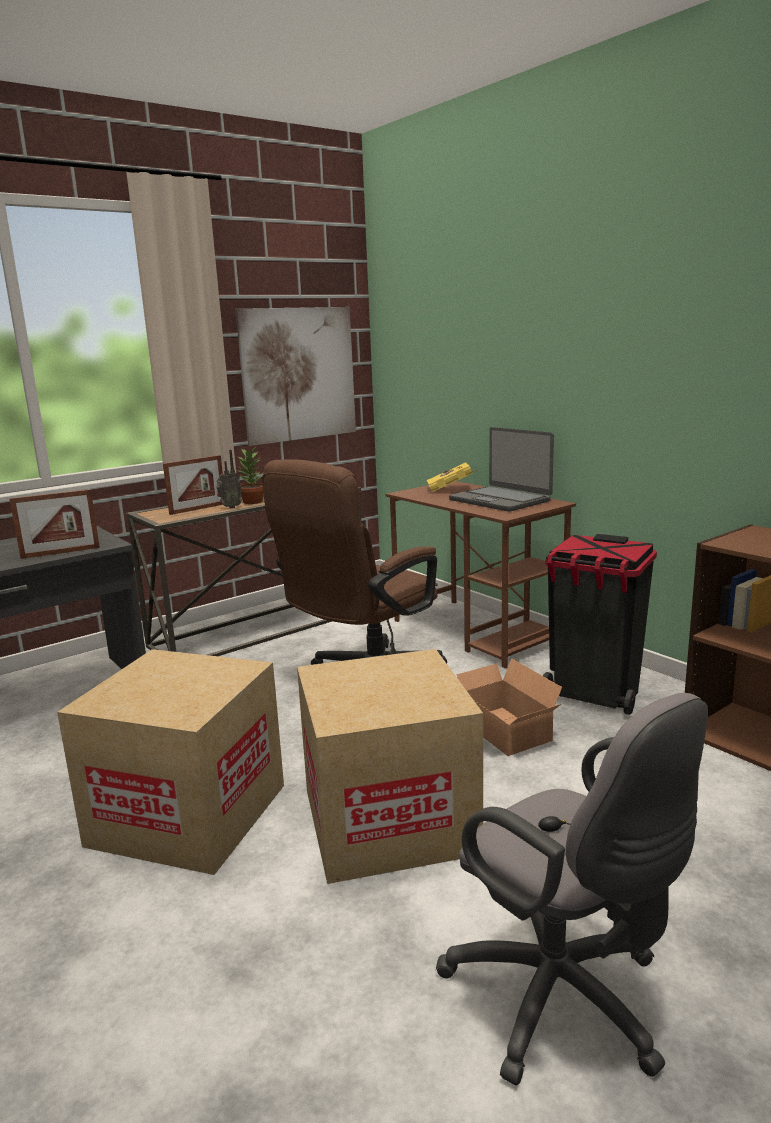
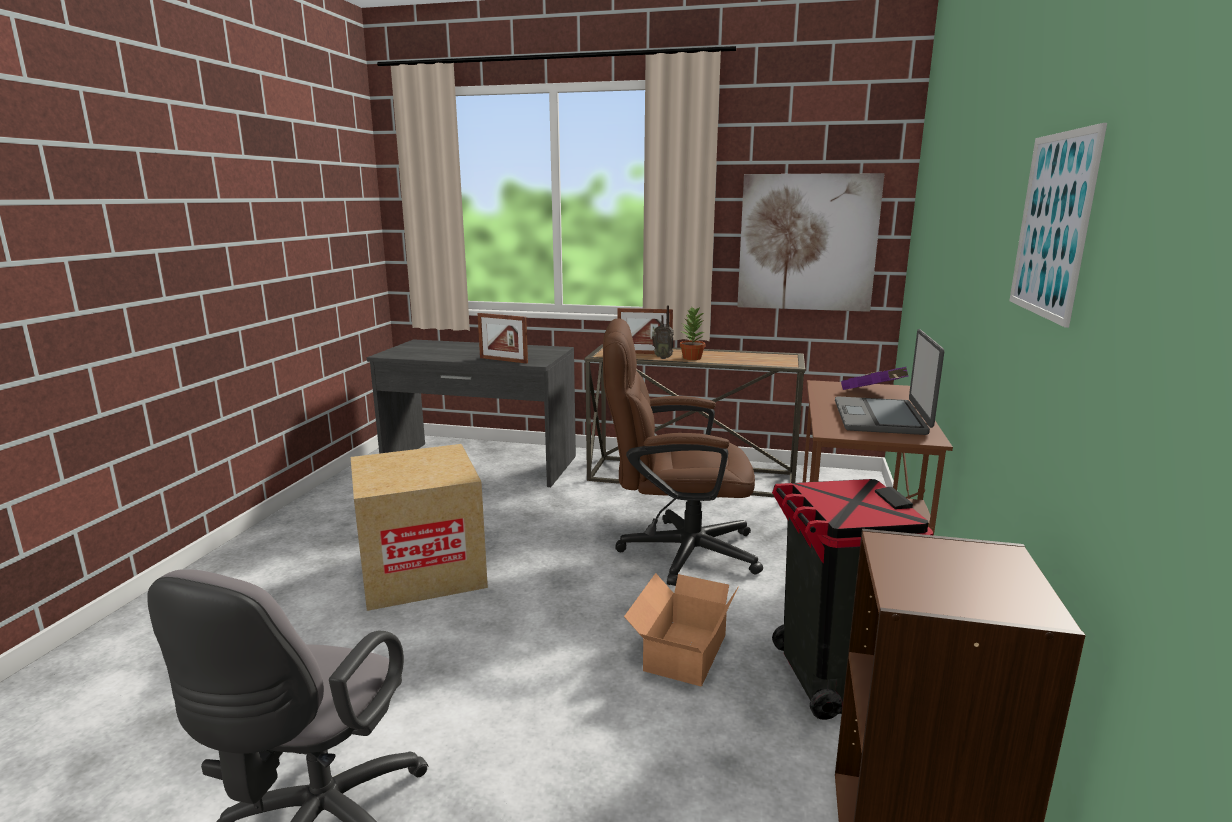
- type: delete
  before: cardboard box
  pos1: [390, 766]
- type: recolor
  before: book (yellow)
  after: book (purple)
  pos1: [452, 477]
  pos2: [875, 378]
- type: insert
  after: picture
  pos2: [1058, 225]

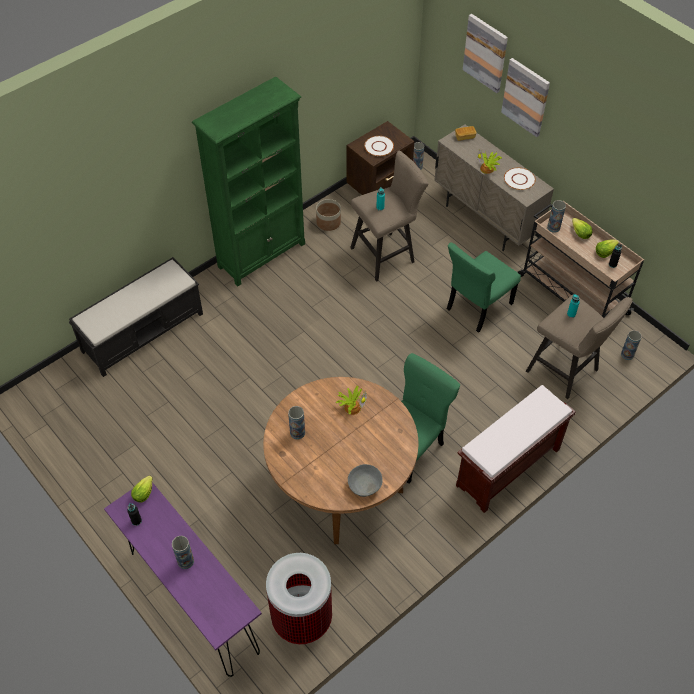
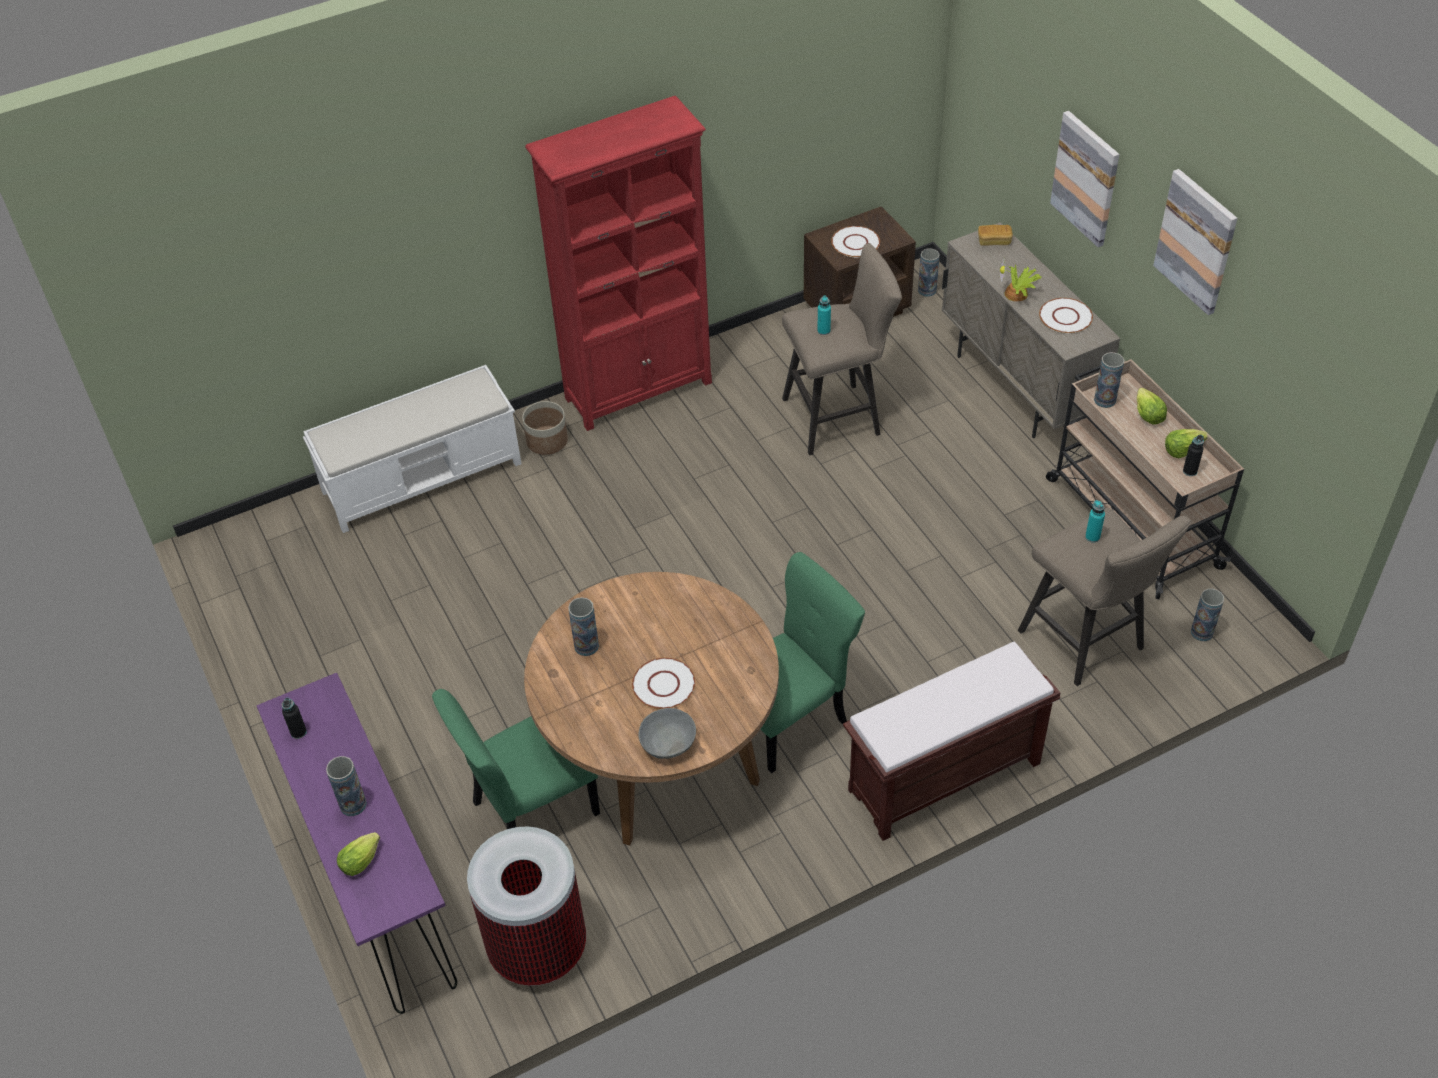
- type: recolor
  before: bench (black)
  after: bench (white)
  pos1: [136, 317]
  pos2: [412, 449]
- type: move
  before: lettuce
  pos1: [142, 489]
  pos2: [358, 854]
- type: recolor
  before: bookcase (green)
  after: bookcase (red)
  pos1: [248, 181]
  pos2: [618, 263]
- type: move
  before: planter
  pos1: [328, 215]
  pos2: [545, 428]
- type: delete
  before: potted plant
  pos1: [351, 400]
- type: move
  before: chair (green)
  pos1: [484, 287]
  pos2: [516, 759]
- type: move
  before: picture
  pos1: [485, 53]
  pos2: [1195, 242]
- type: insert
  after: plate (white)
  pos2: [663, 683]

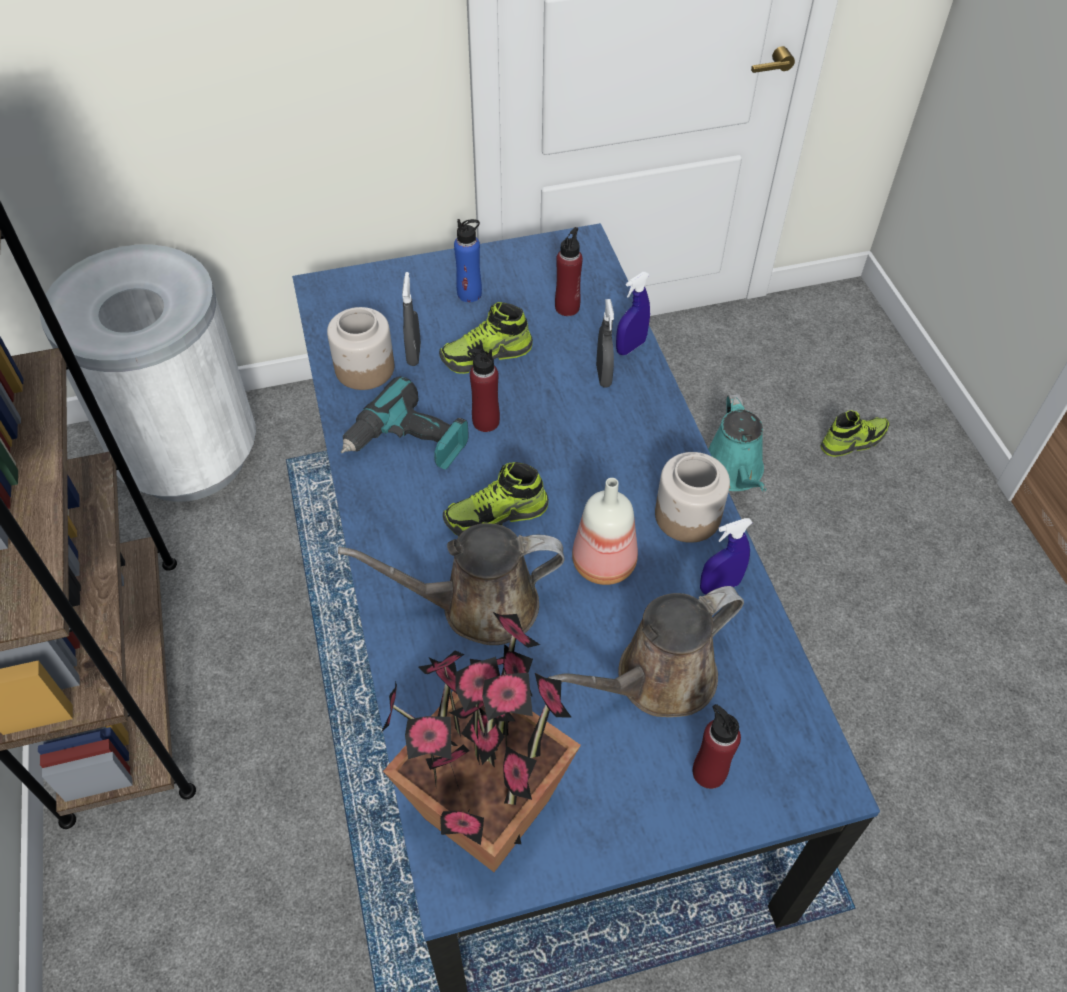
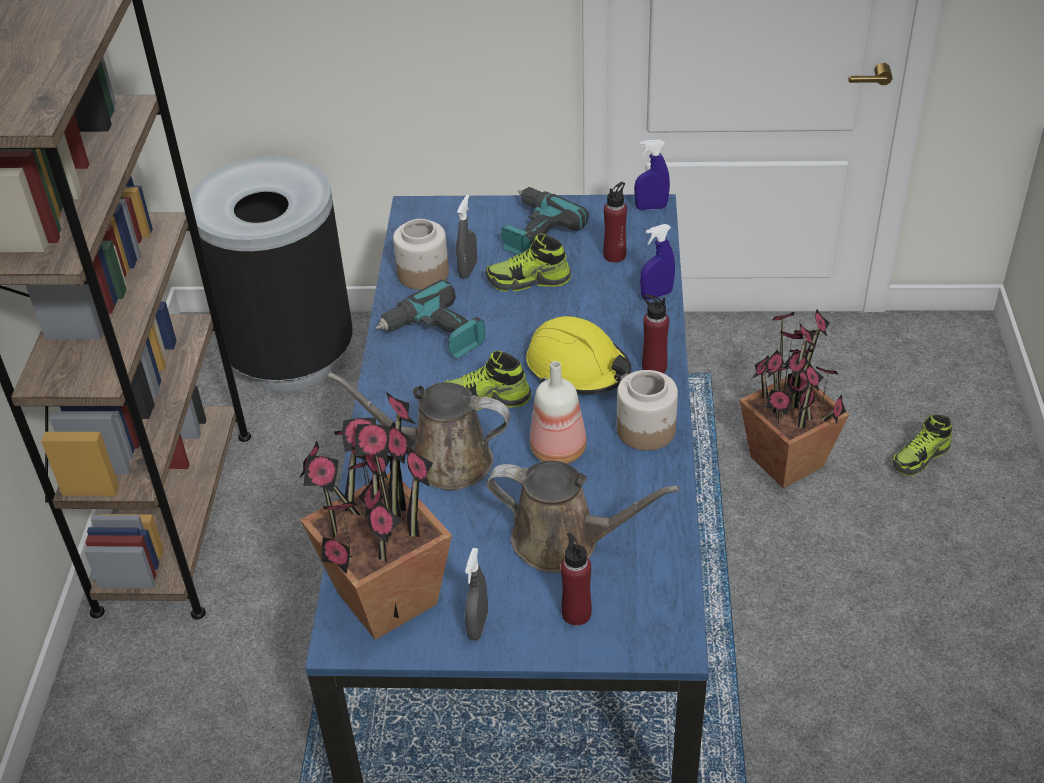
- type: recolor
  before: trash can (white)
  after: trash can (black)
  pos1: [148, 373]
  pos2: [271, 273]
- type: replace
  before: bottle (blue)
  after: power drill
  pos1: [468, 260]
  pos2: [545, 221]
- type: move
  before: bottle (red)
  pos1: [484, 390]
  pos2: [655, 334]
- type: rotate
  before: watering can (brown)
  pos1: [646, 651]
  pos2: [583, 517]
  turn: -150
- type: move
  before: spray bottle (grey)
  pos1: [605, 343]
  pos2: [476, 594]
- type: move
  before: spray bottle (blue)
  pos1: [726, 556]
  pos2: [652, 175]
- type: replace
  before: watering can (turquoise)
  after: potted plant
  pos1: [737, 442]
  pos2: [795, 398]
- type: rotate
  before: shoe
  pos1: [855, 433]
  pos2: [922, 445]
  turn: 150
- type: insert
  after: hard hat (yellow)
  pos2: [578, 355]

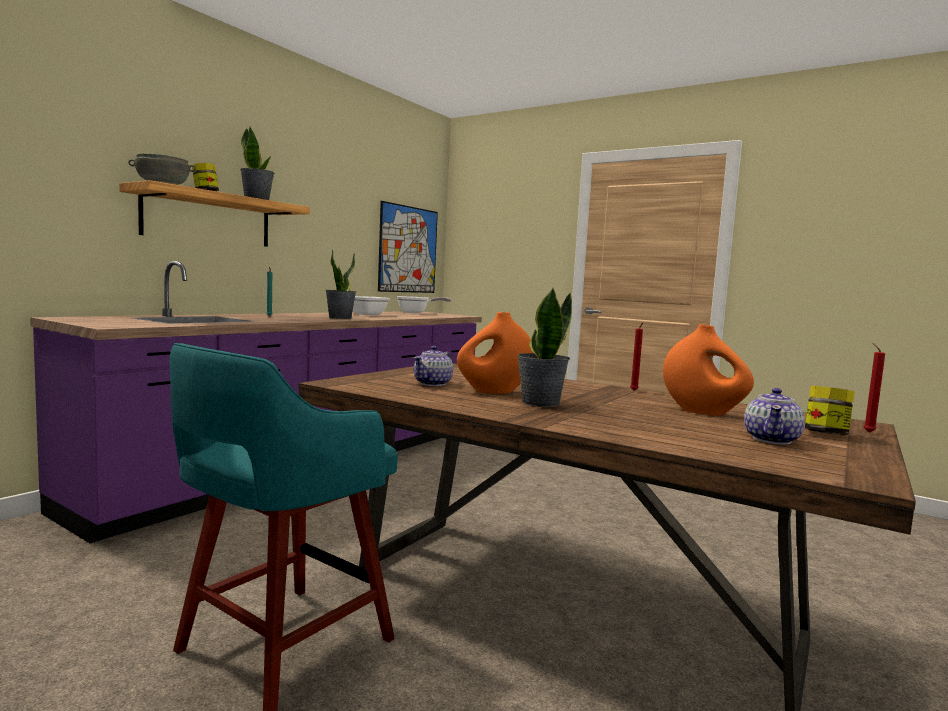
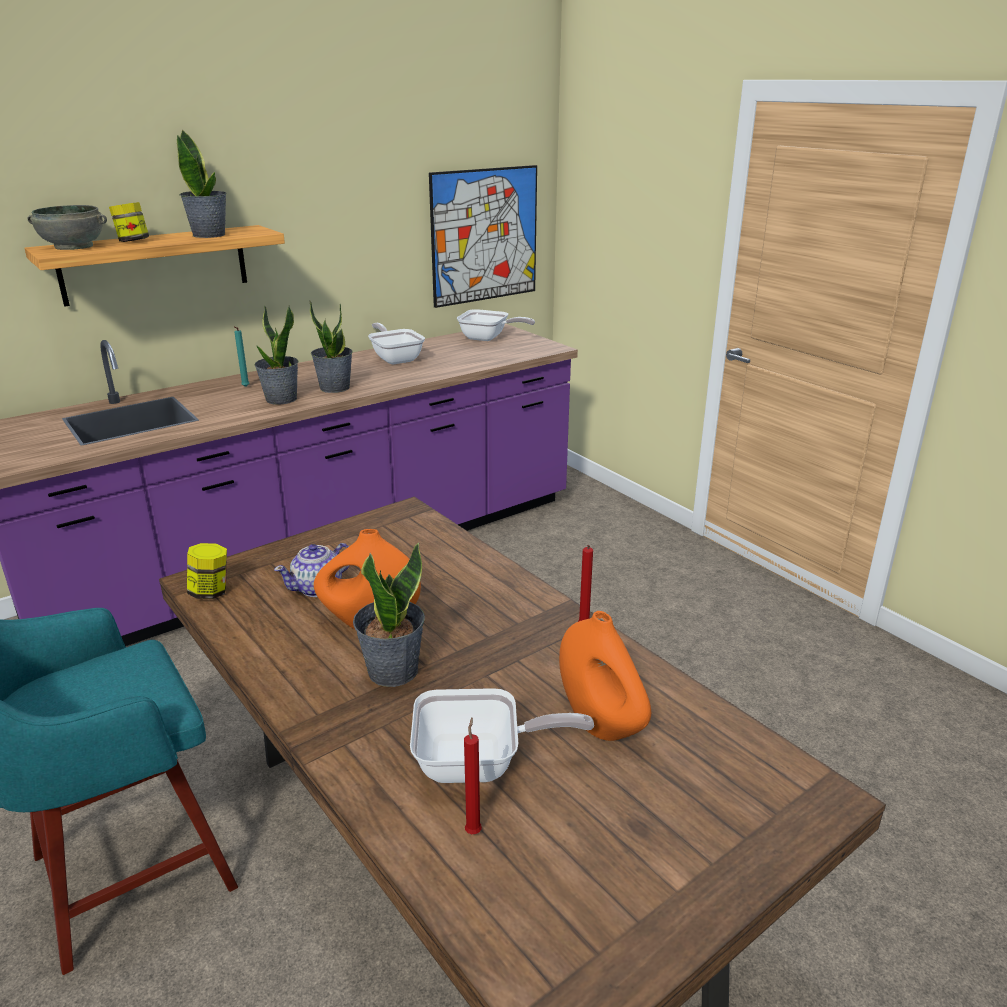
- type: delete
  before: teapot
  pos1: [774, 416]
- type: move
  before: jar
  pos1: [830, 410]
  pos2: [207, 571]
- type: move
  before: candle (red)
  pos1: [874, 388]
  pos2: [473, 775]
- type: insert
  after: potted plant
  pos2: [276, 355]
- type: insert
  after: frying pan
  pos2: [502, 735]

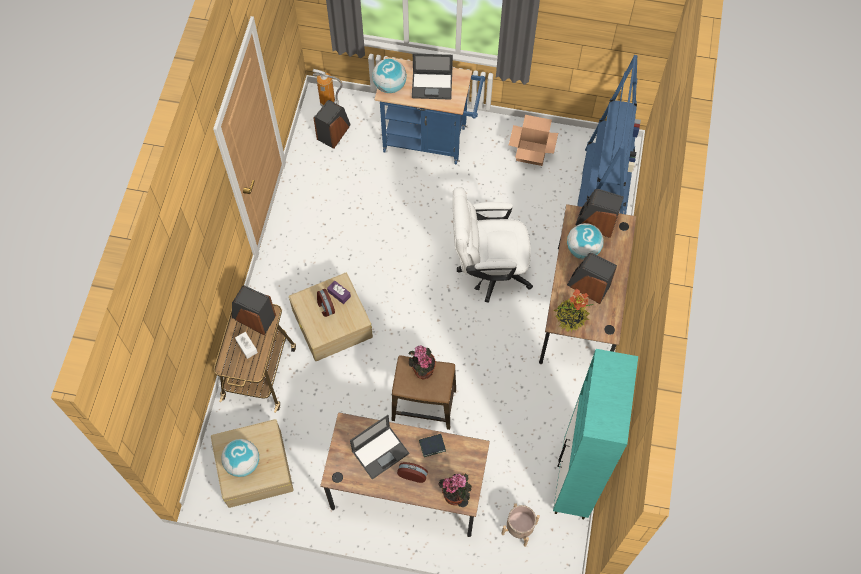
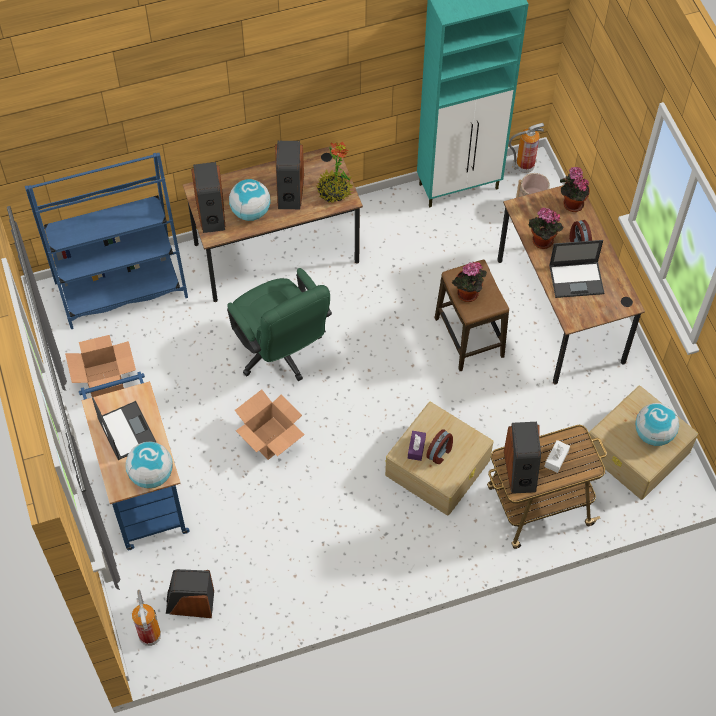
- type: rotate
  before: laptop
  pos1: [379, 447]
  pos2: [576, 269]
  turn: 150
- type: replace
  before: book
  after: potted plant
  pos1: [432, 445]
  pos2: [546, 228]
- type: recolor
  before: office chair (white)
  after: office chair (green)
  pos1: [493, 245]
  pos2: [279, 324]
- type: insert
  after: cardboard box
  pos2: [270, 424]
- type: insert
  after: fire extinguisher
  pos2: [526, 148]

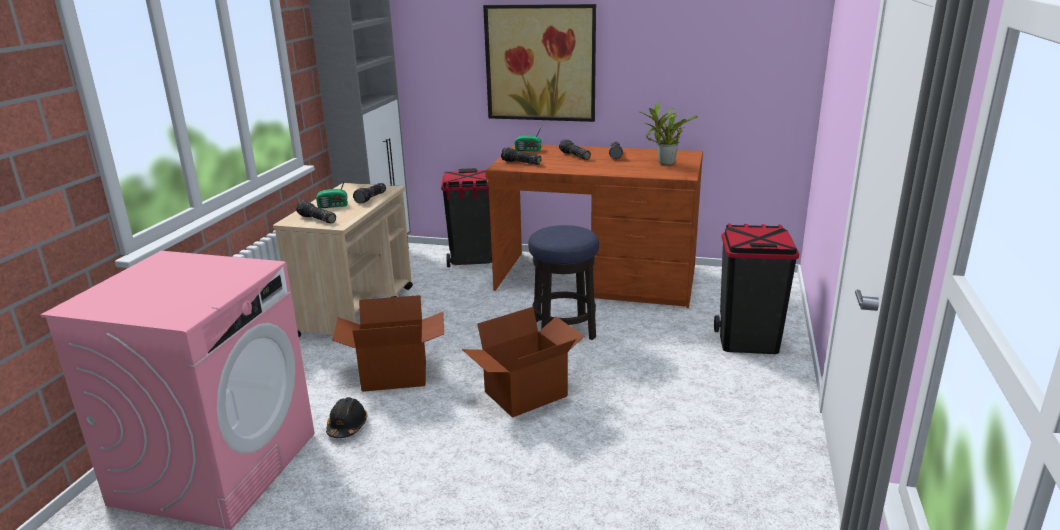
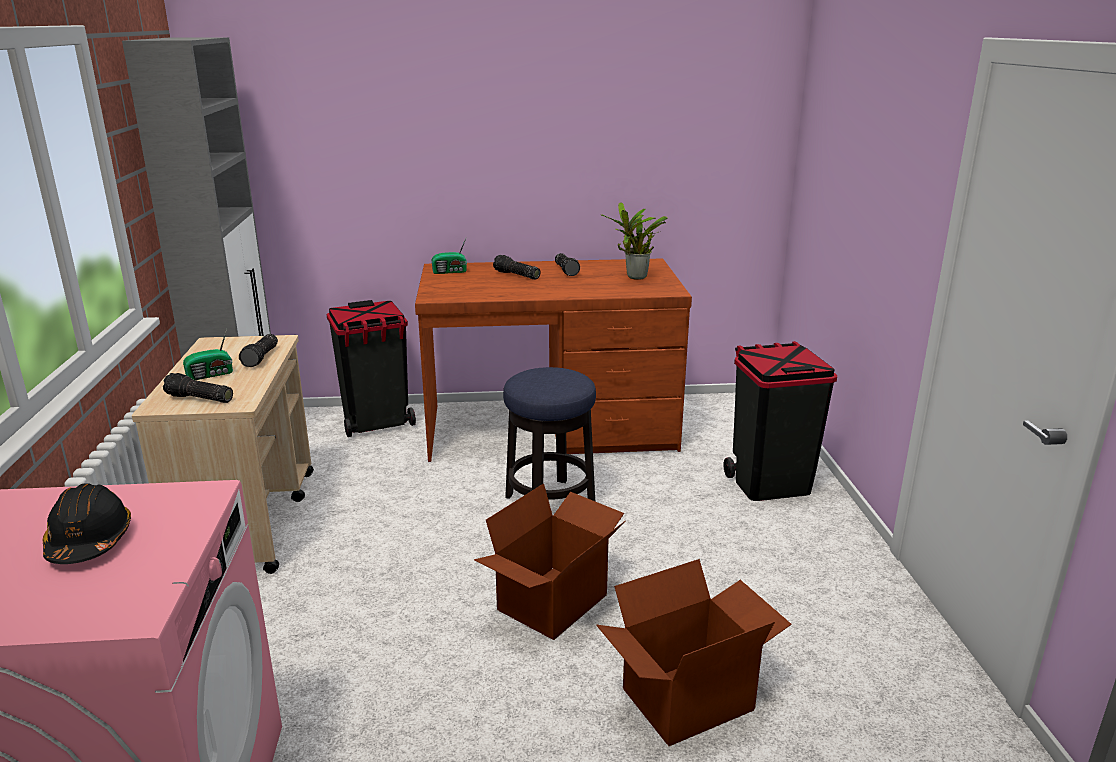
- type: move
  before: hard hat (black)
  pos1: [346, 417]
  pos2: [87, 523]
- type: move
  before: cardboard box
  pos1: [388, 343]
  pos2: [694, 652]
- type: delete
  before: picture
  pos1: [539, 63]
- type: delete
  before: flashlight
  pos1: [521, 156]

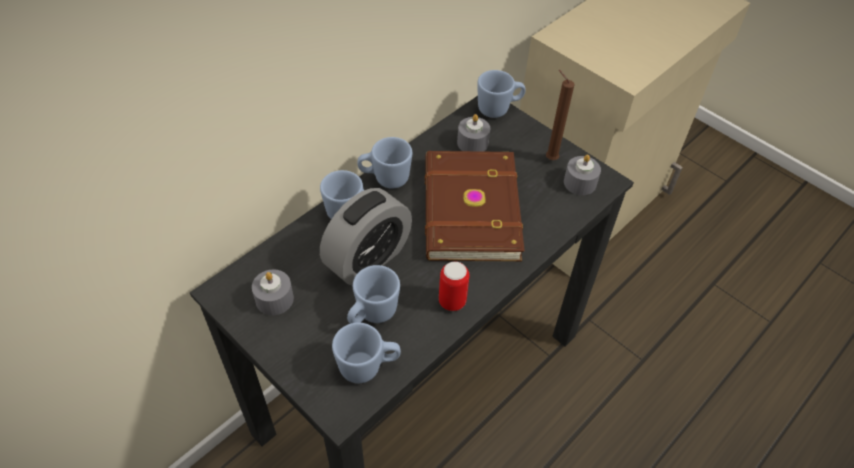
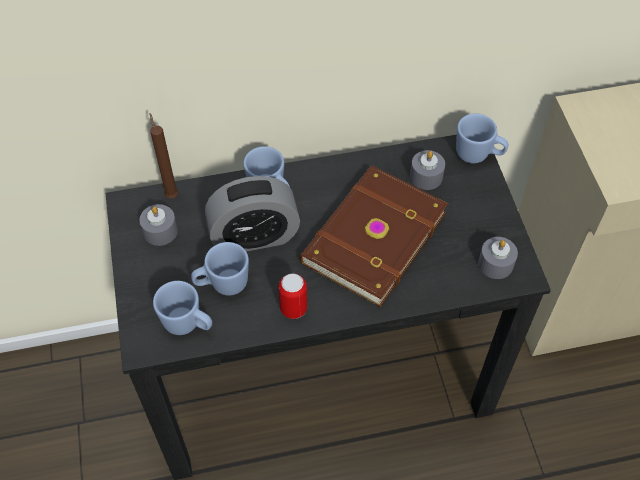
- type: delete
  before: mug (blue)
  pos1: [384, 163]
- type: move
  before: candle (brown)
  pos1: [560, 115]
  pos2: [164, 156]

